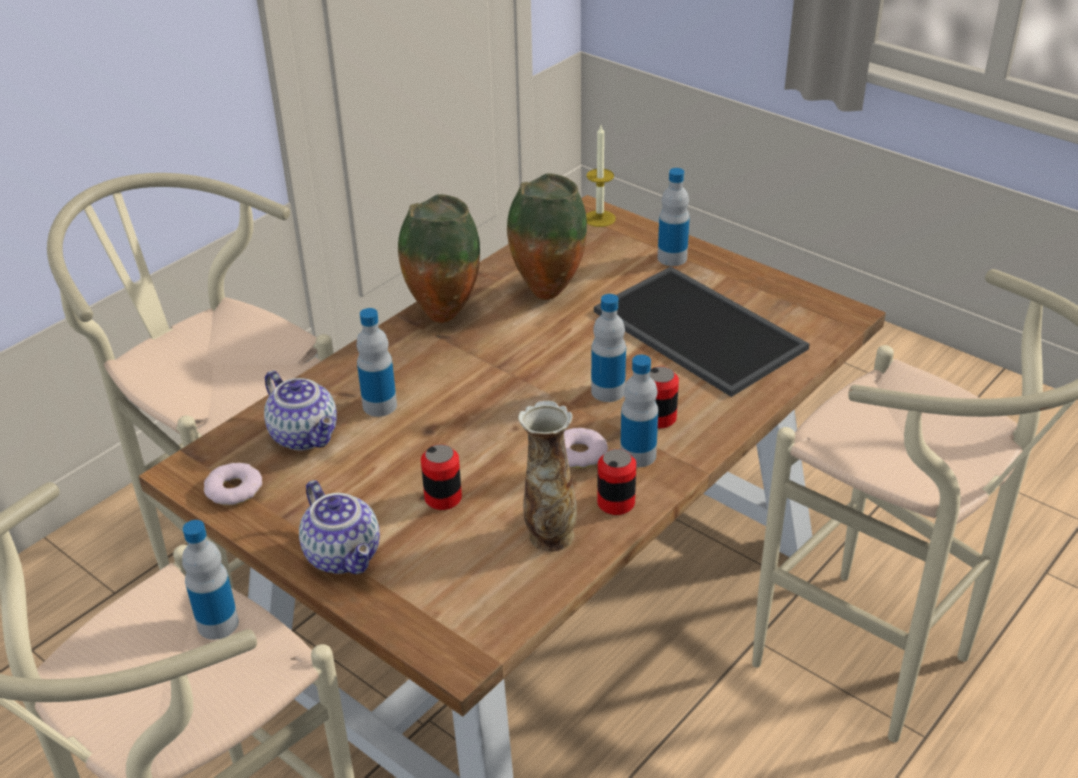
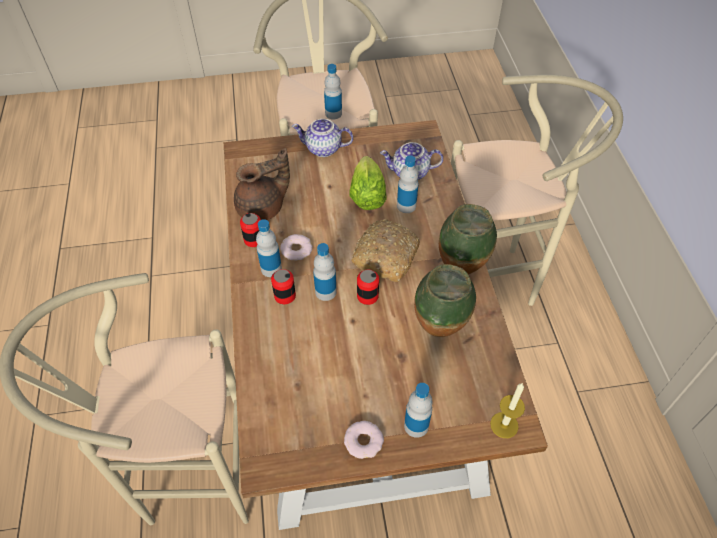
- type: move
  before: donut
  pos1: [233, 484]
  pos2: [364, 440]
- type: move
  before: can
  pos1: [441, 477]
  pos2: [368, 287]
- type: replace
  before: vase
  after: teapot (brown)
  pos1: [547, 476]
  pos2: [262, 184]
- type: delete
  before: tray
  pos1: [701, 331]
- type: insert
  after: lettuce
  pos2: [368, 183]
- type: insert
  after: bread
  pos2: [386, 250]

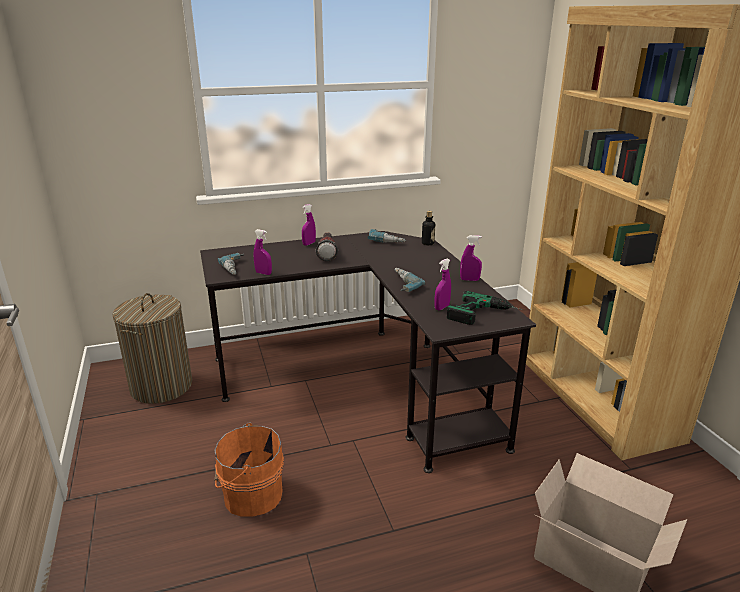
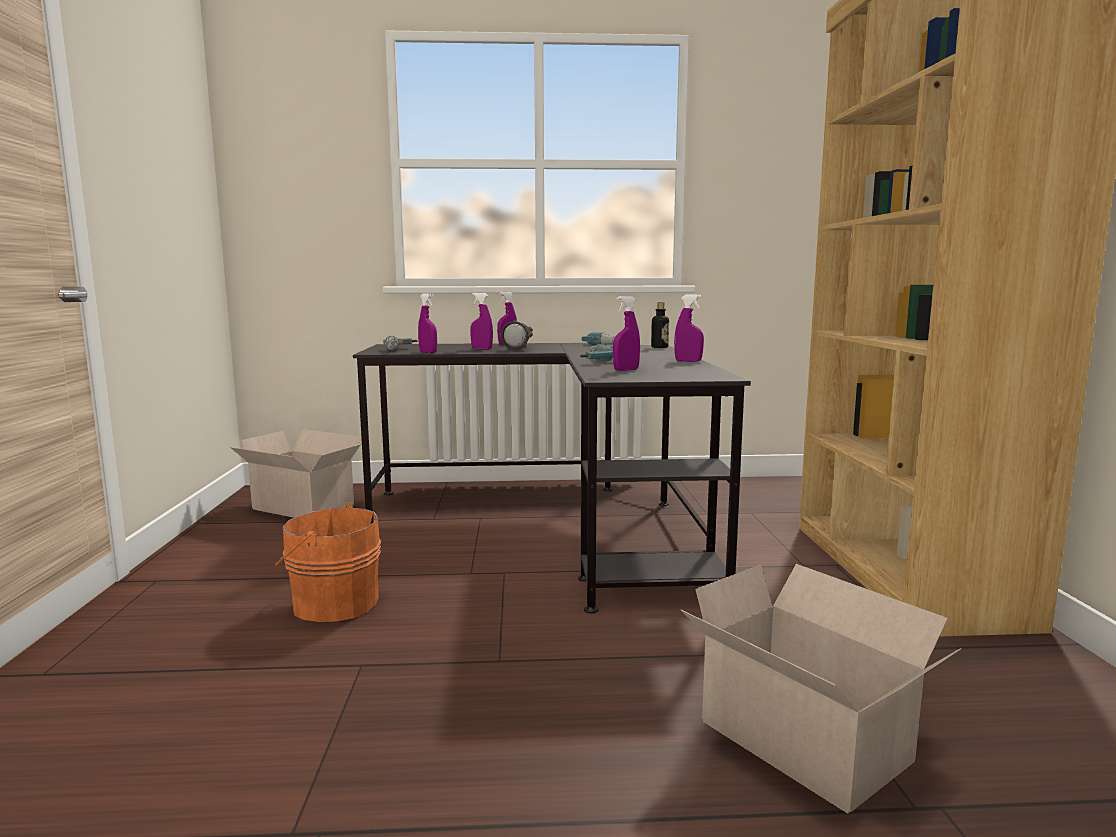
- type: replace
  before: laundry basket
  after: cardboard box
  pos1: [152, 348]
  pos2: [296, 473]
- type: delete
  before: power drill
  pos1: [484, 308]
- type: insert
  after: spray bottle (purple)
  pos2: [481, 321]

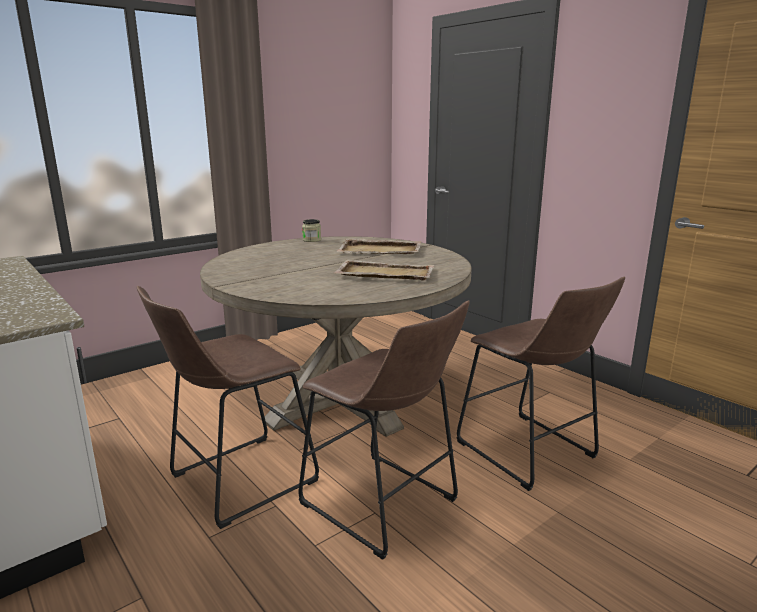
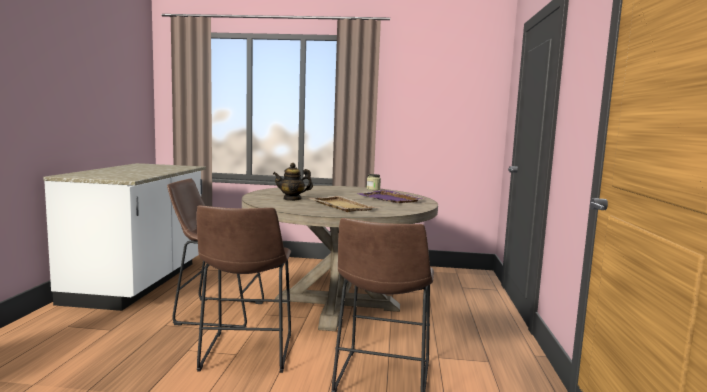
- type: recolor
  before: tray (beige)
  after: tray (purple)
  pos1: [378, 246]
  pos2: [391, 196]
- type: insert
  after: teapot
  pos2: [293, 182]

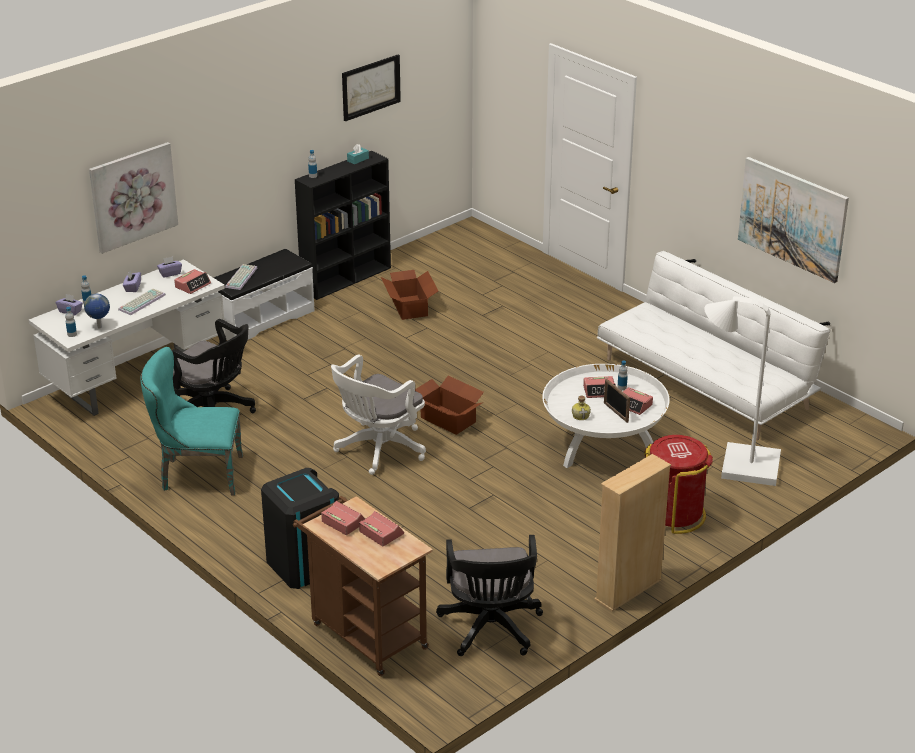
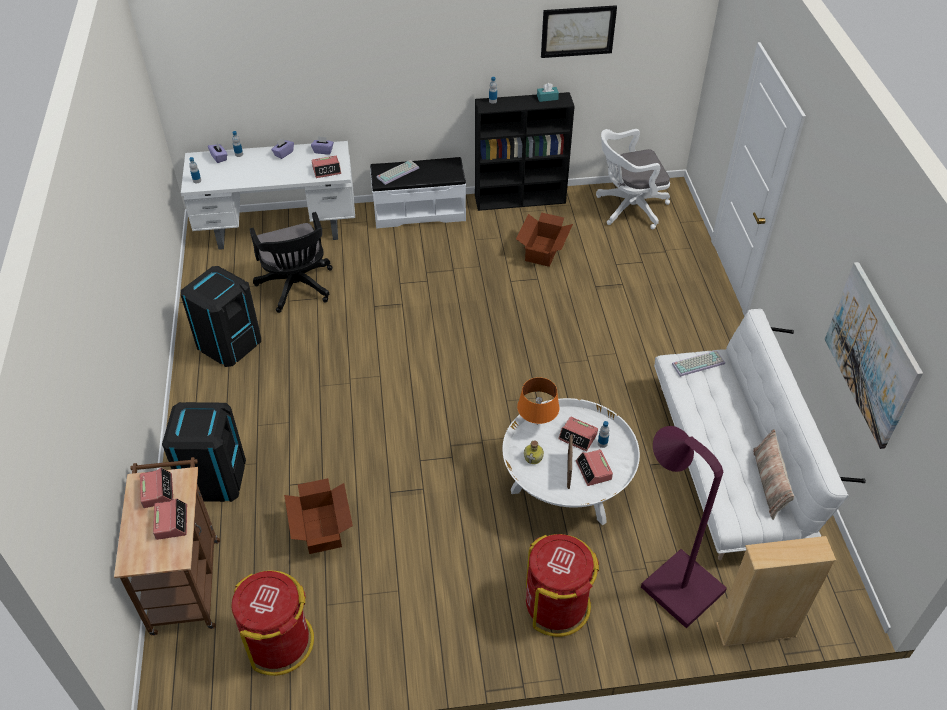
- type: delete
  before: globe
  pos1: [97, 311]
- type: delete
  before: picture
  pos1: [133, 198]
- type: move
  before: keyboard
  pos1: [142, 302]
  pos2: [698, 364]
- type: replace
  before: chair (turquoise)
  after: trash can (black)
  pos1: [192, 421]
  pos2: [221, 316]
- type: move
  before: office chair (white)
  pos1: [378, 414]
  pos2: [633, 179]
- type: move
  before: cardboard box
  pos1: [449, 405]
  pos2: [318, 516]
- type: replace
  before: office chair (black)
  after: trash can (red)
  pos1: [489, 595]
  pos2: [273, 623]
- type: move
  before: bookcase (beige)
  pos1: [632, 532]
  pos2: [776, 591]
- type: recolor
  before: floor lamp (white)
  after: floor lamp (purple)
  pos1: [742, 391]
  pos2: [684, 527]
- type: insert
  after: table lamp (orange)
  pos2: [538, 400]
- type: insert
  after: pillow
  pos2: [773, 474]

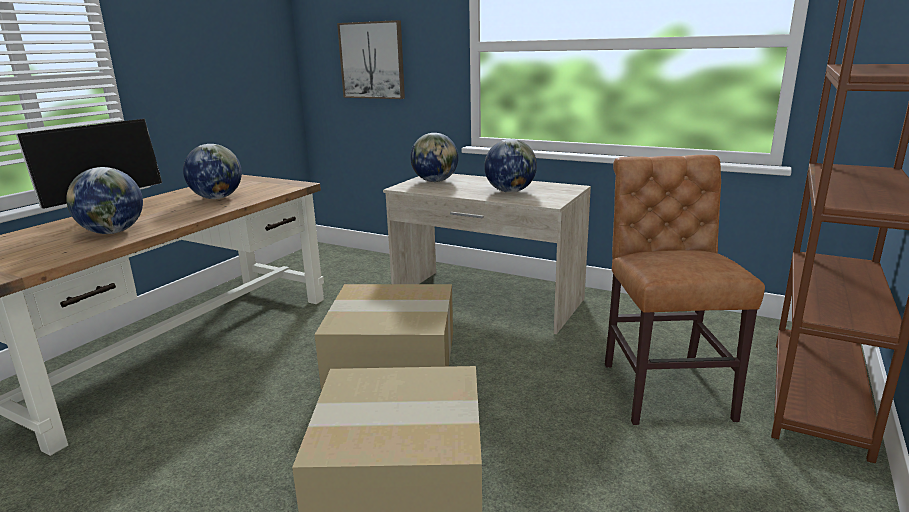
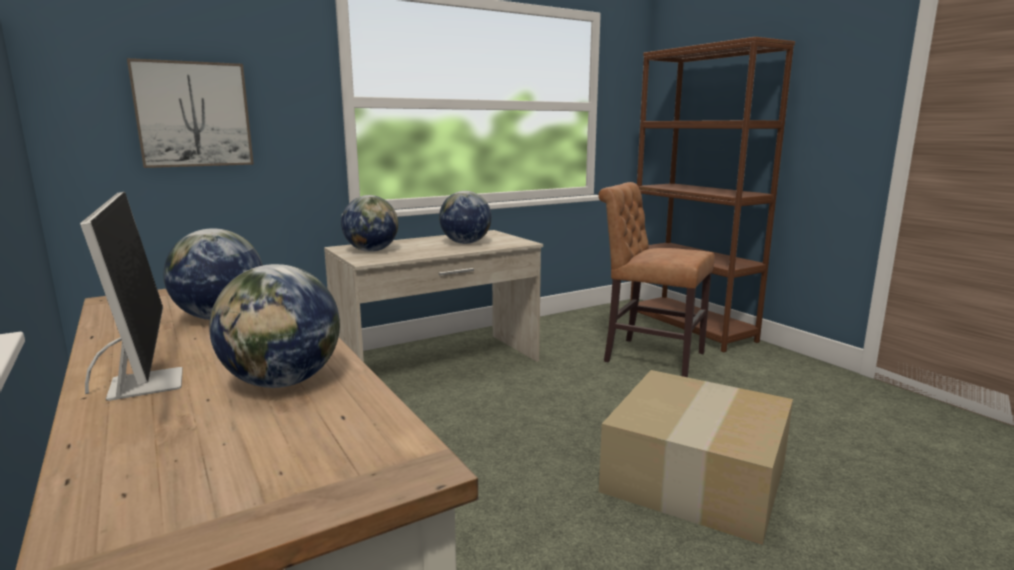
- type: delete
  before: cardboard box
  pos1: [384, 337]

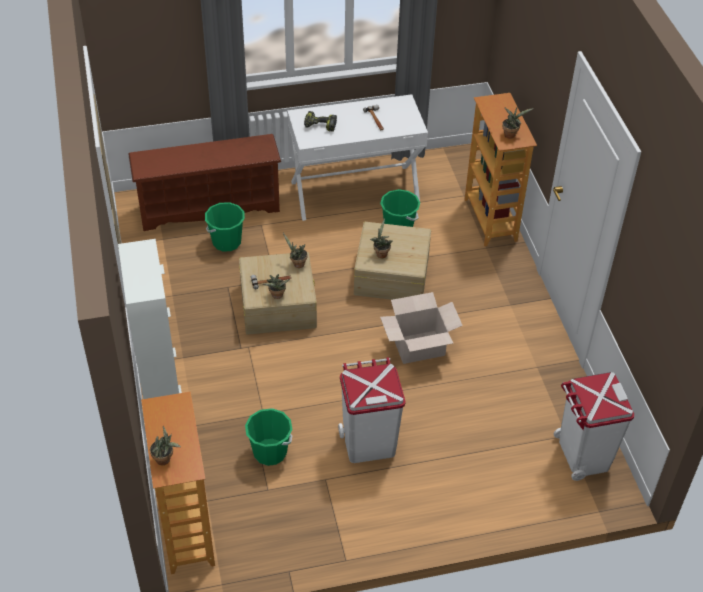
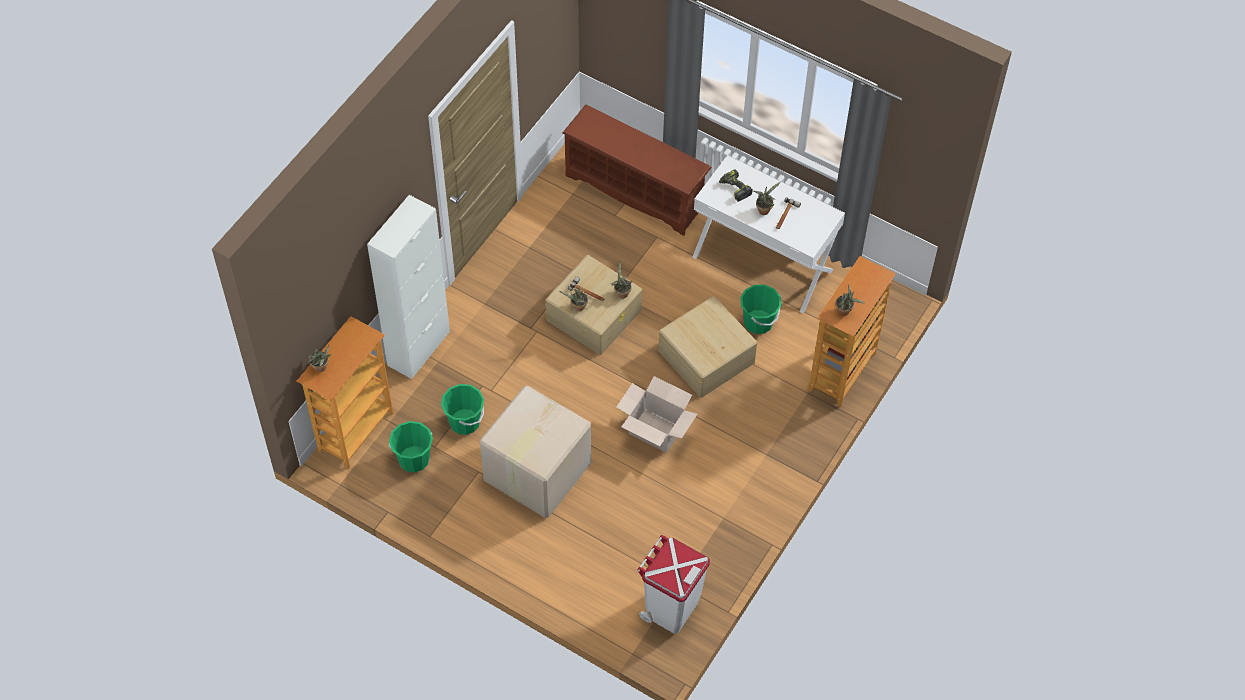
- type: move
  before: bucket (green)
  pos1: [225, 227]
  pos2: [411, 447]
- type: replace
  before: trash can (white)
  after: cardboard box
  pos1: [372, 410]
  pos2: [535, 452]
- type: move
  before: potted plant
  pos1: [381, 238]
  pos2: [767, 198]

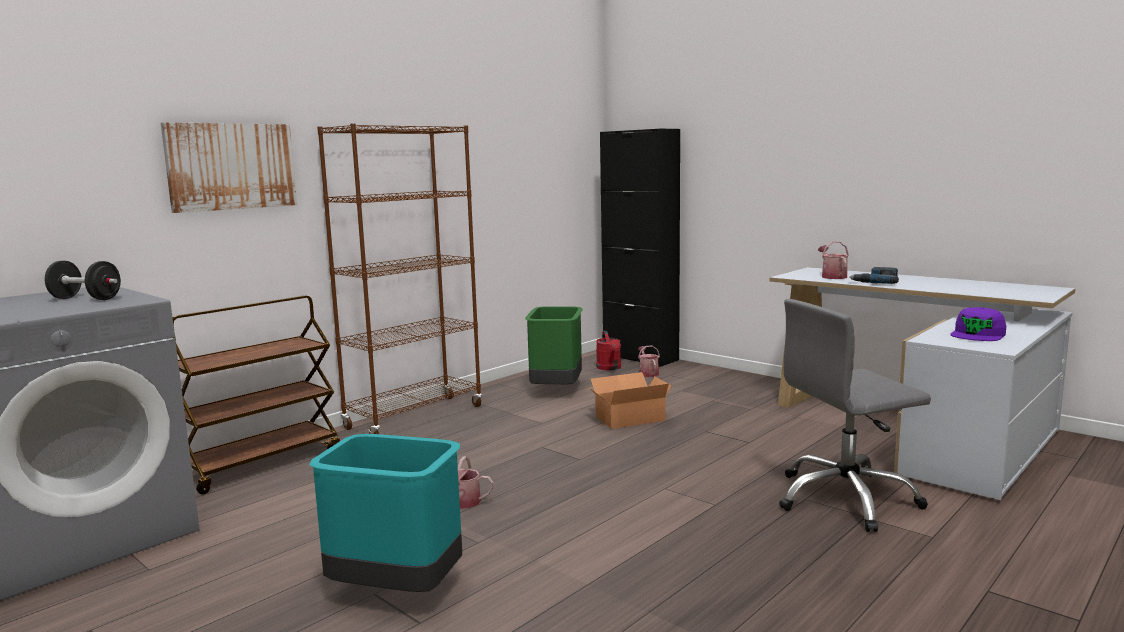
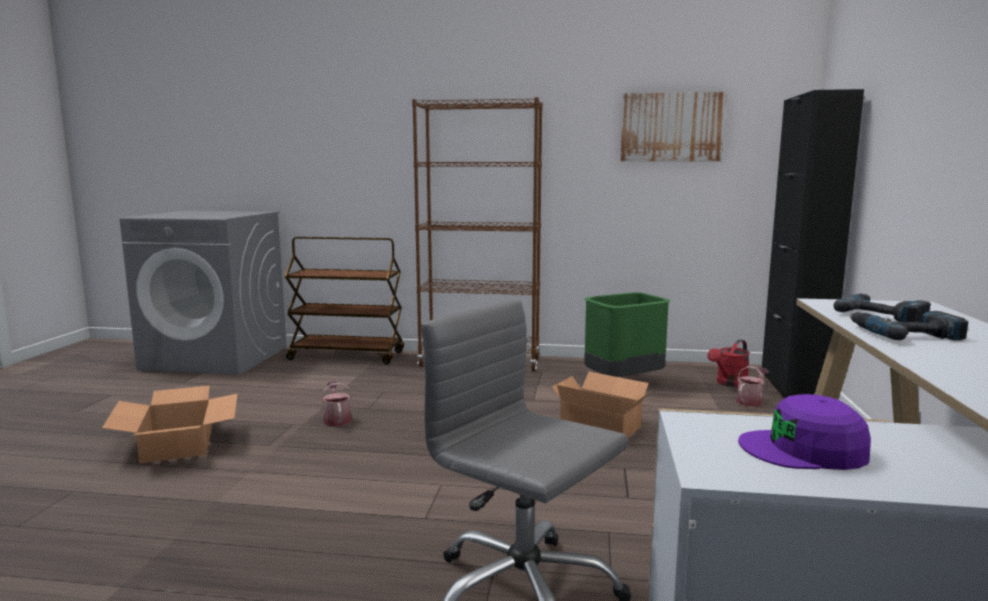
- type: delete
  before: dumbbell (black)
  pos1: [82, 280]
- type: move
  before: picture
  pos1: [229, 167]
  pos2: [673, 126]
- type: replace
  before: trash can (turquoise)
  after: cardboard box
  pos1: [385, 513]
  pos2: [170, 425]
- type: replace
  before: watering can
  after: power drill
  pos1: [833, 260]
  pos2: [882, 308]

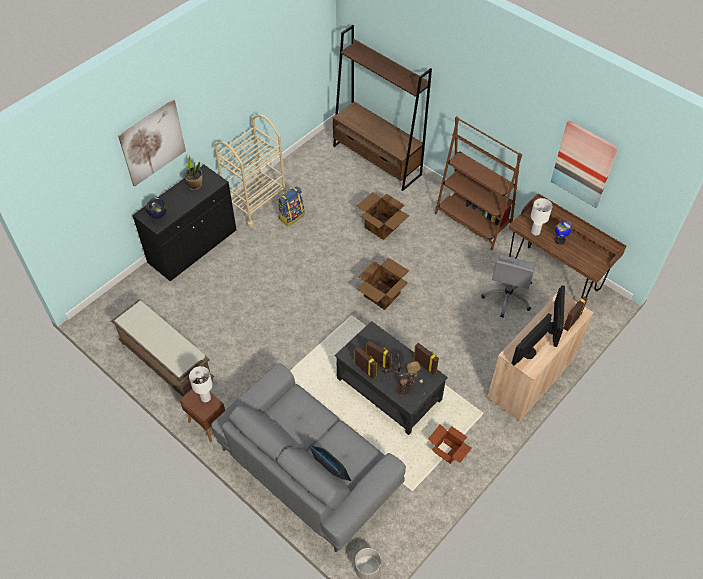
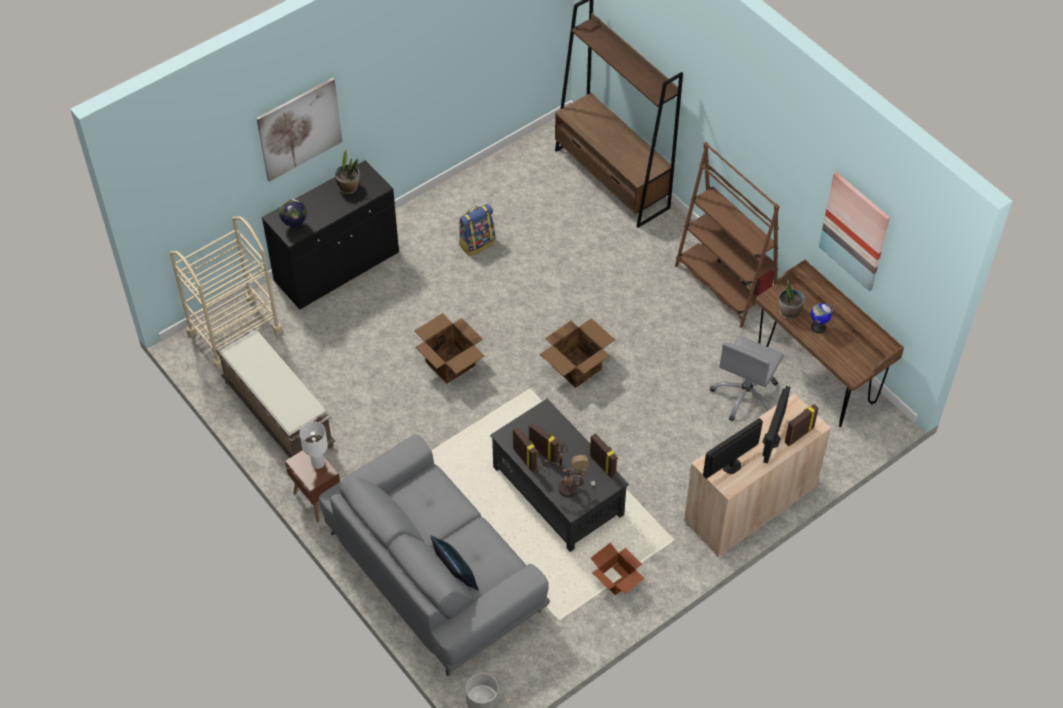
- type: move
  before: cart (beige)
  pos1: [250, 171]
  pos2: [226, 292]
- type: move
  before: cardboard box
  pos1: [383, 216]
  pos2: [449, 348]
- type: replace
  before: table lamp (white)
  after: potted plant
  pos1: [541, 216]
  pos2: [792, 298]

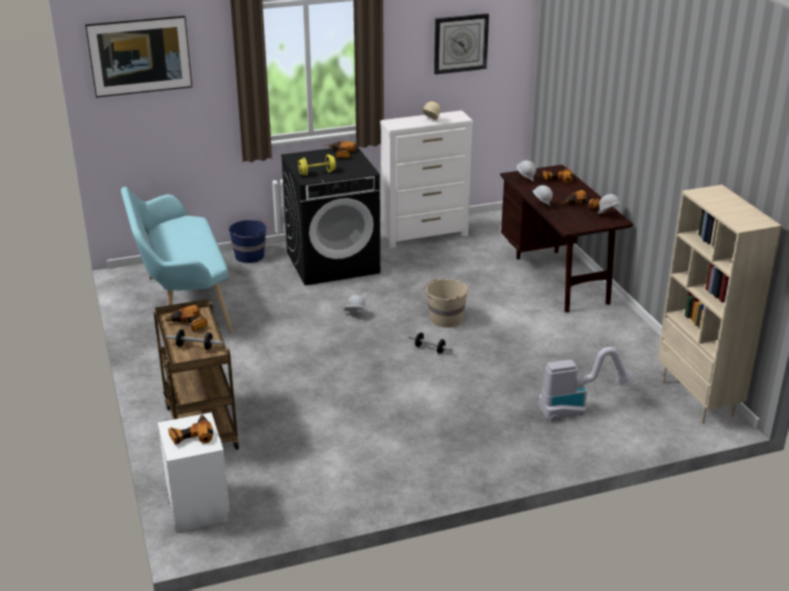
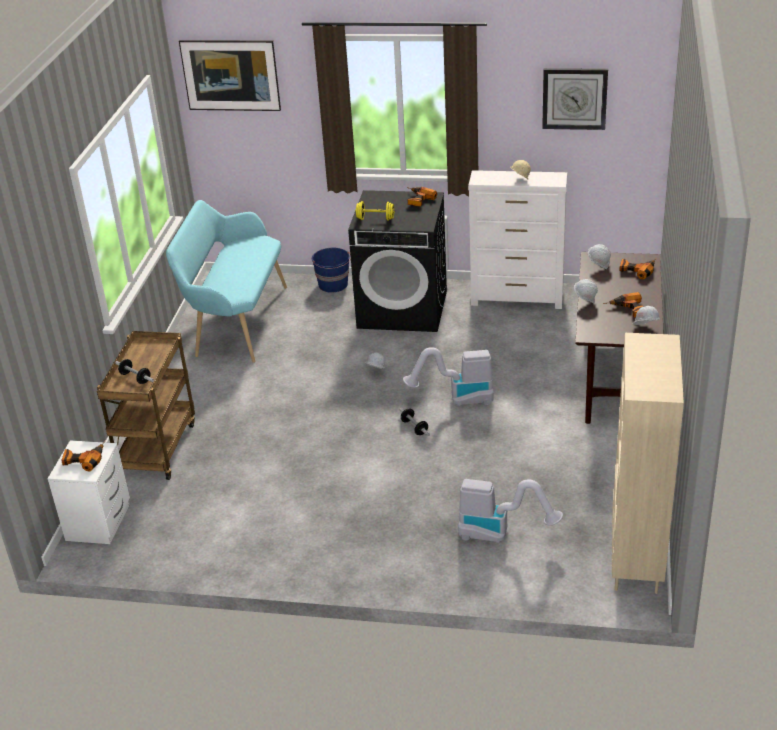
- type: delete
  before: power drill
  pos1: [184, 318]
- type: replace
  before: bucket (beige)
  after: vacuum cleaner
  pos1: [446, 303]
  pos2: [448, 376]

